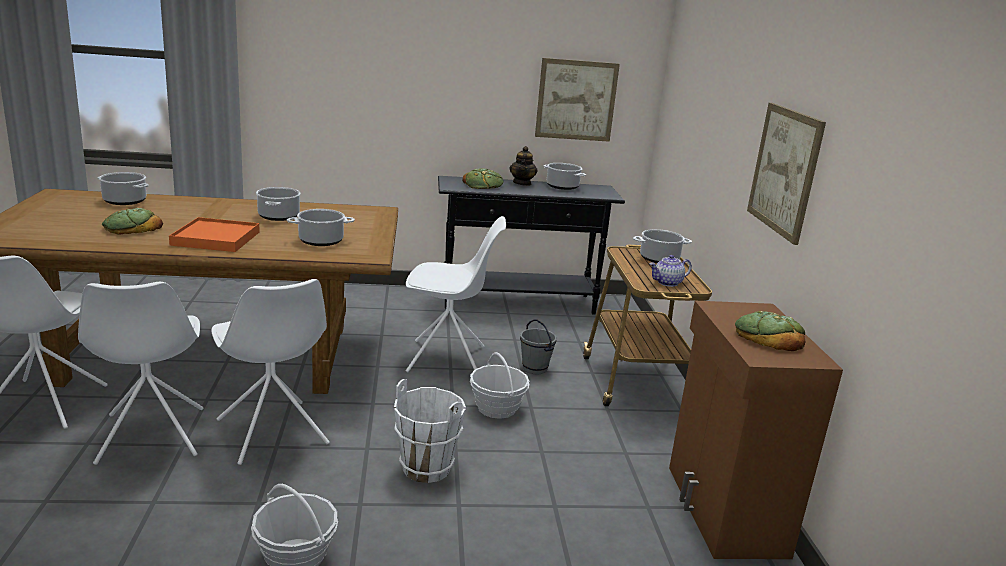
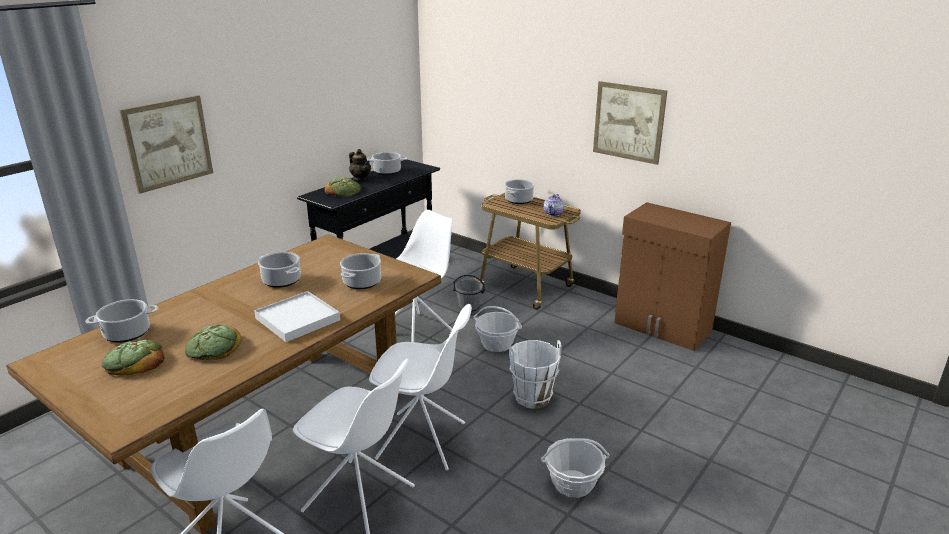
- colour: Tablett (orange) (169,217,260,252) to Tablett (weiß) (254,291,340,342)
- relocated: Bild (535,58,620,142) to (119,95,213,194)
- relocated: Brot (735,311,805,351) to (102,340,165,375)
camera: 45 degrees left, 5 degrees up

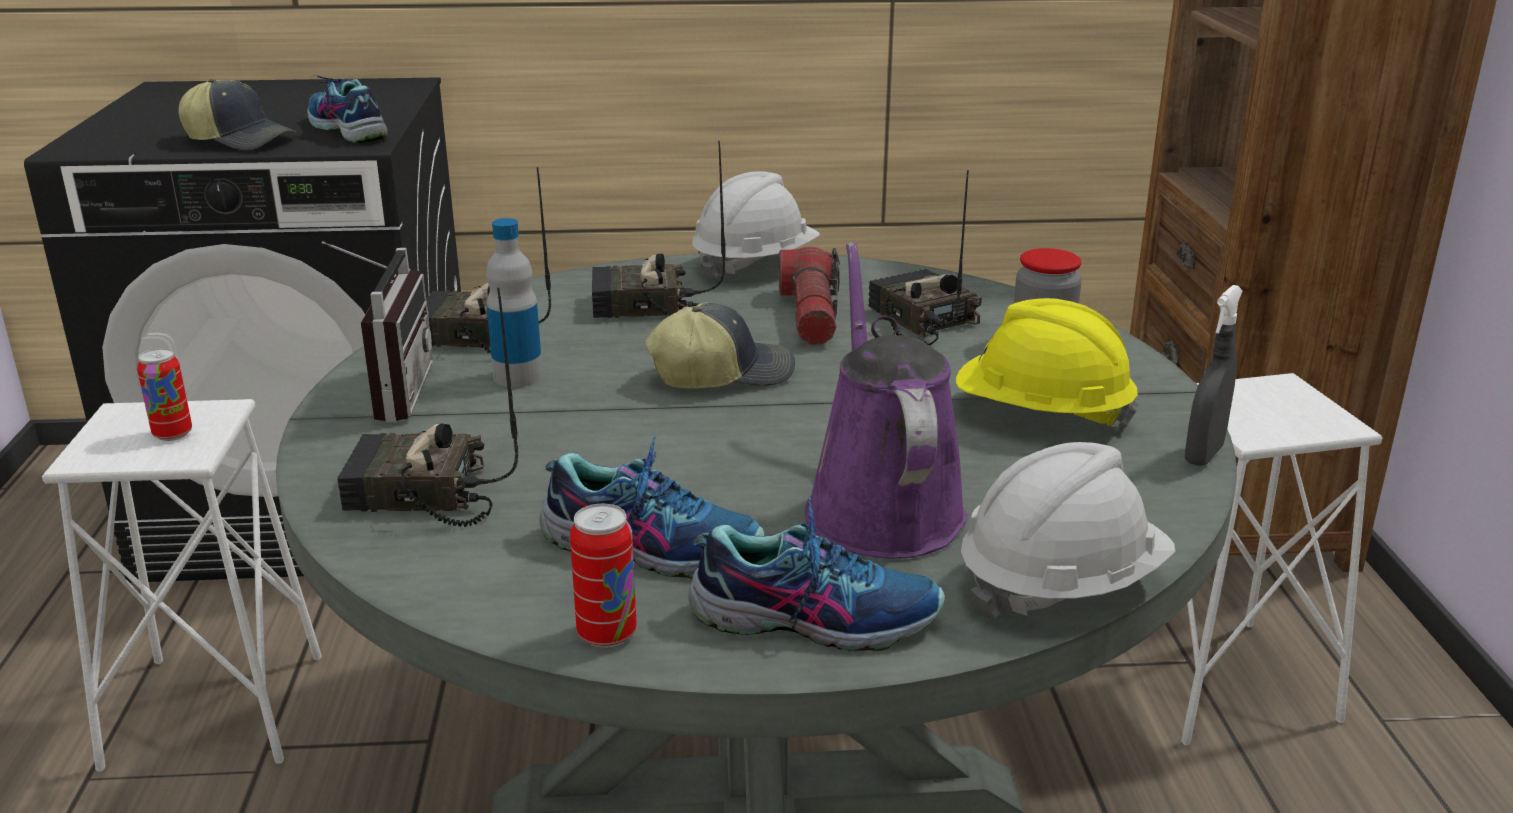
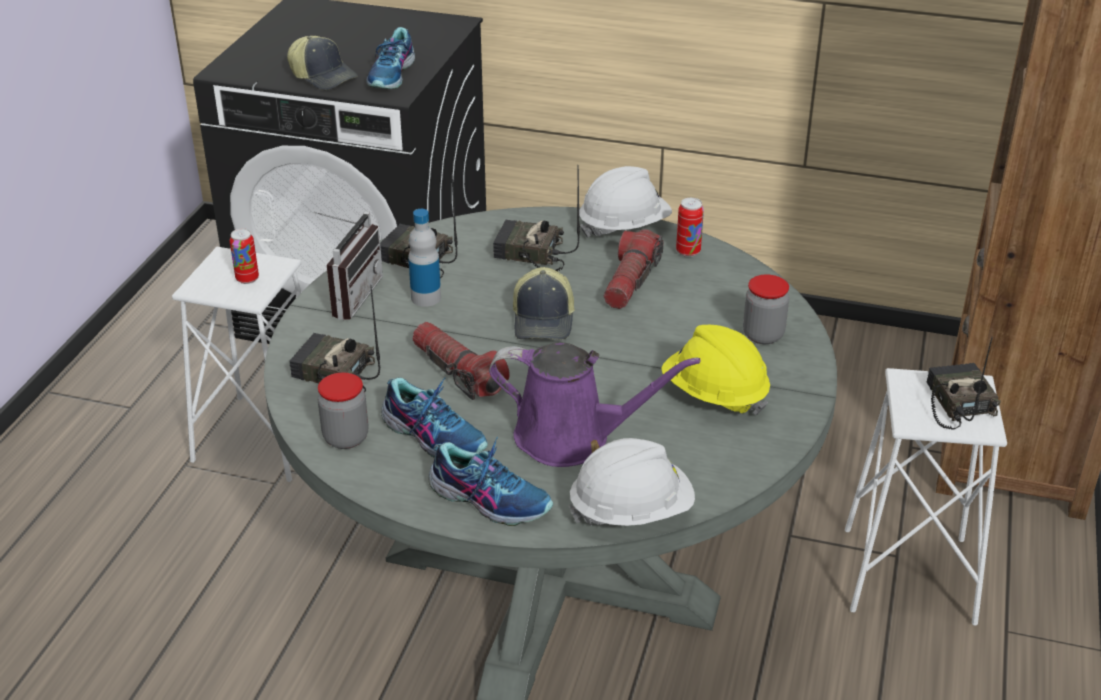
- spun: Schuh (307,76,388,143) = (366,27,415,89) 150 degrees counterclockwise
- relocated: Dose (570,504,637,648) to (676,198,704,257)
- spun: Kappe (645,302,795,389) = (513,267,575,340) 90 degrees clockwise
- spun: Gießkanne (lila) (805,242,967,559) = (489,342,701,467) 90 degrees clockwise
- relocated: Radio (868,170,982,345) to (926,337,1001,430)
- missing: Sprühflasche (grau) (1185,285,1243,466)
- appeared: Vorratsglas (318,372,368,449)
- appeared: Taschenlampe (412,322,509,400)
camera: 20 degrees right, 10 degrees up

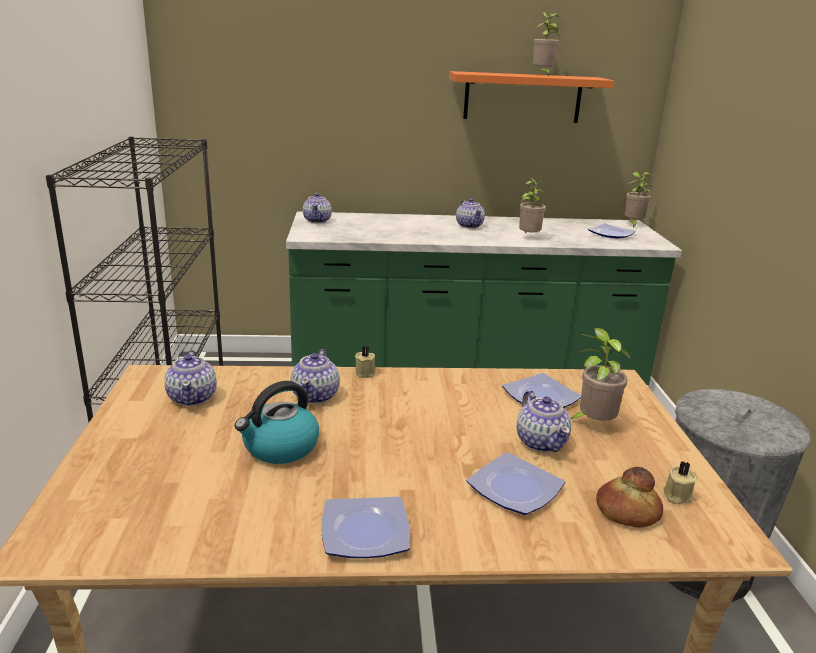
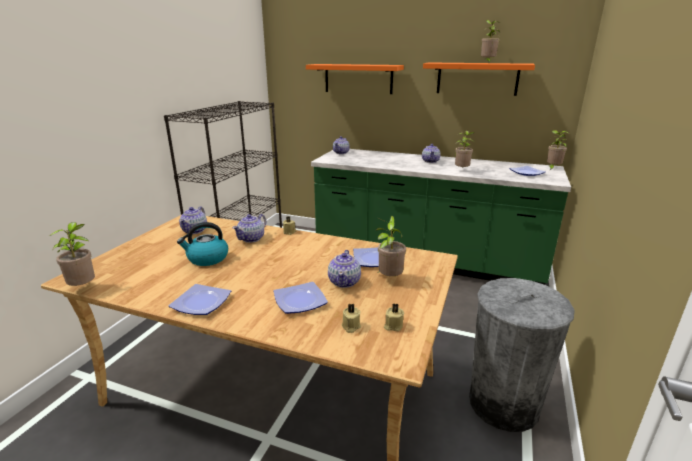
- exchanged: Brot (596,467,663,528) to Kerze (beige) (342,304,361,333)
- appeared: Topfpflanze (49,222,95,286)
- appeared: Wandregal (orange) (306,64,404,94)
camera: 25 degrees right, 0 degrees up

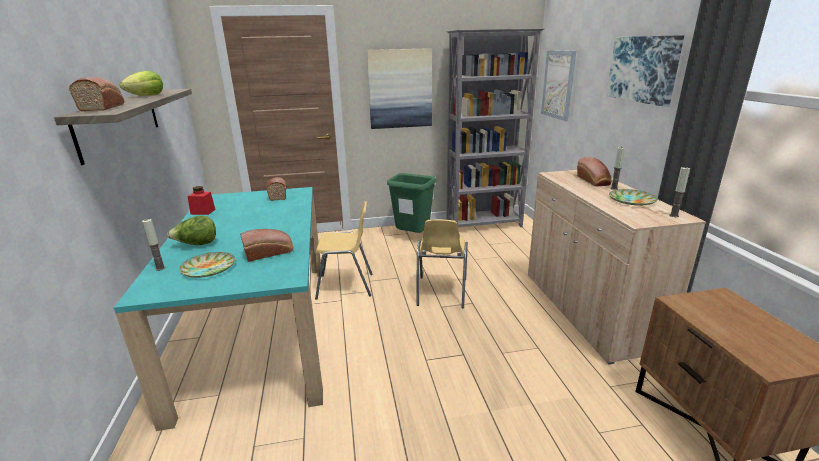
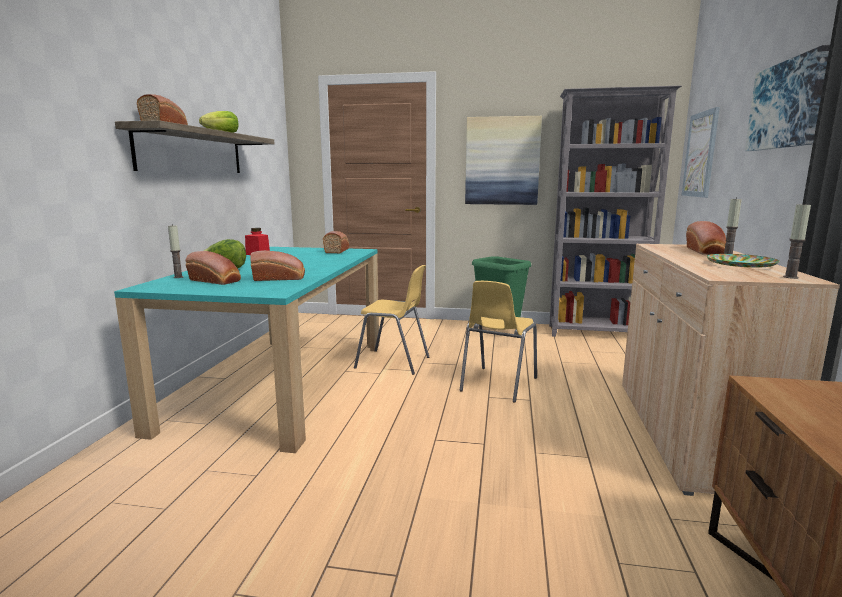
- exchanged: Teller (179,252,235,278) to Brot (185,251,241,285)
camera: 20 degrees right, 10 degrees down

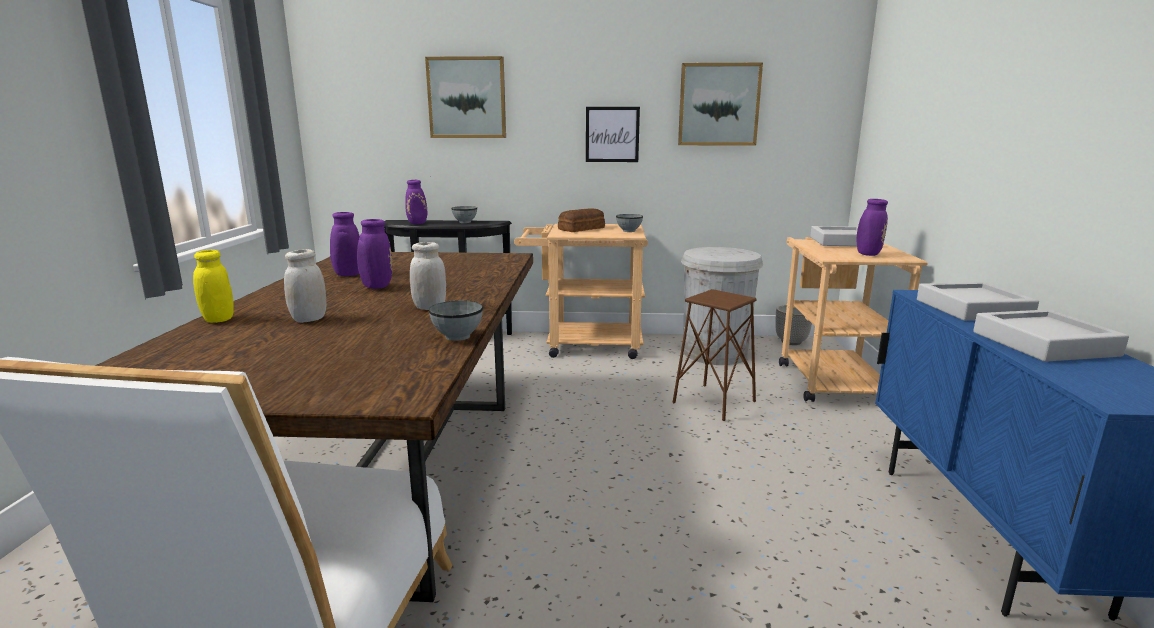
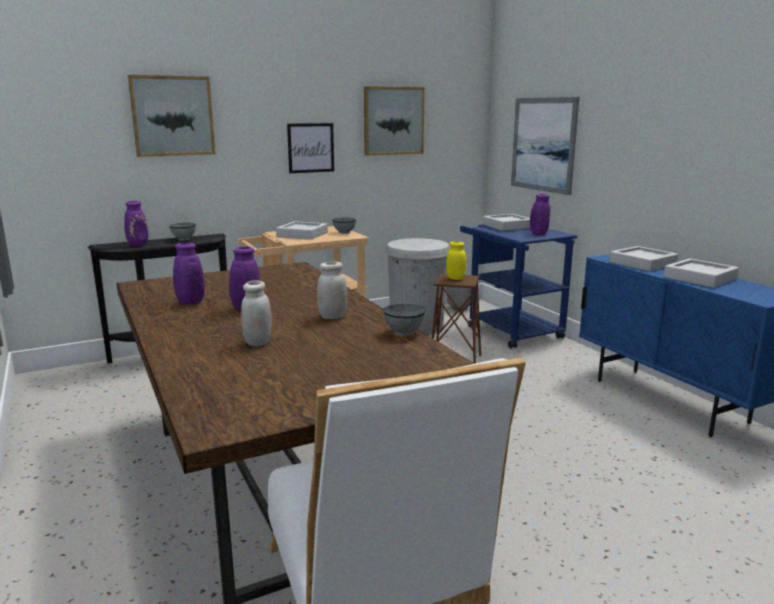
- relocated: Vorratsglas (gelb) (193,250,234,323) to (446,241,466,280)
- exchanged: Brot (558,208,605,232) to Tablett (grau) (276,221,328,240)
- colour: Rollwagen (beige) (779,237,928,402) to Rollwagen (blau) (460,224,577,348)
- appeared: Bild (511,97,579,195)
camera: 30 degrees left, 0 degrees up

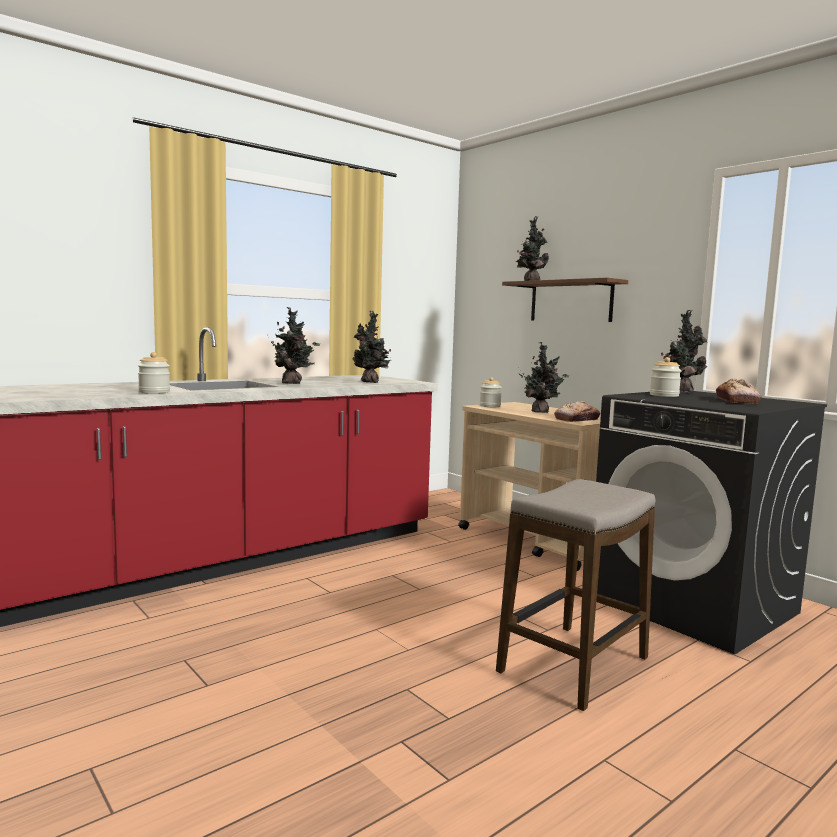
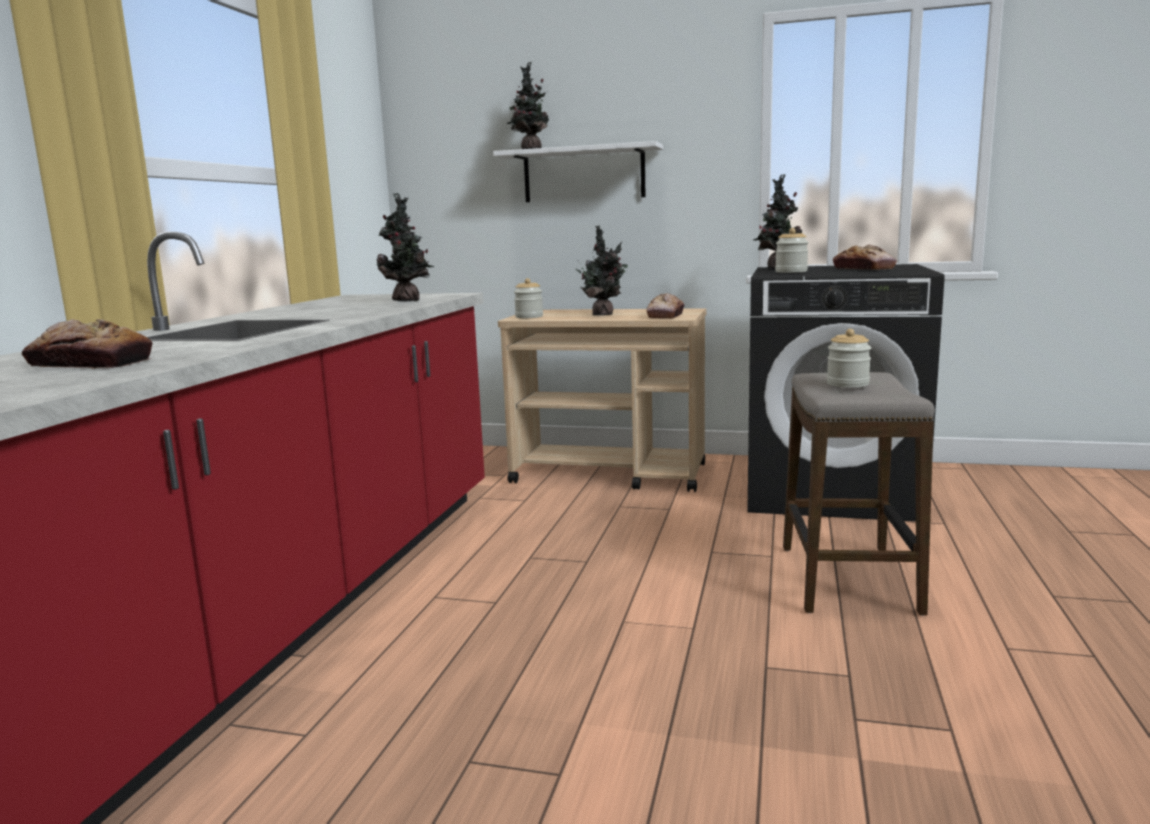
- relocated: Vorratsglas (138,352,170,394) to (827,329,871,388)
- missing: Topfpflanze (271,307,320,384)
- colour: Wandregal (braun) (502,278,628,322) to Wandregal (weiß) (493,141,663,202)
- appeared: Brot (22,319,153,369)
camera: 35 degrees left, 5 degrees up

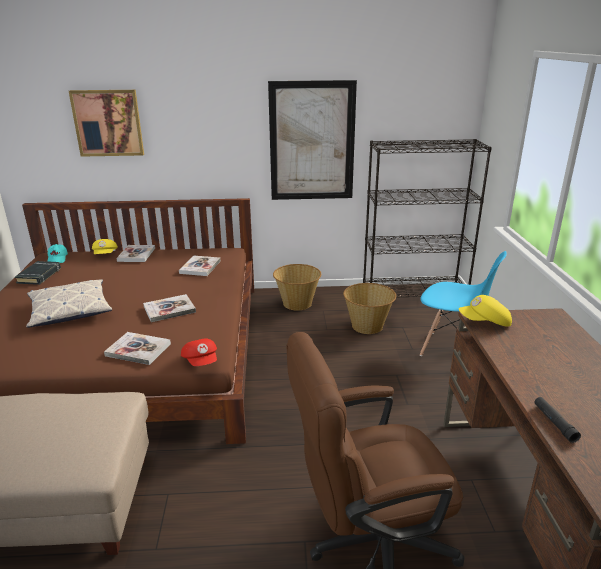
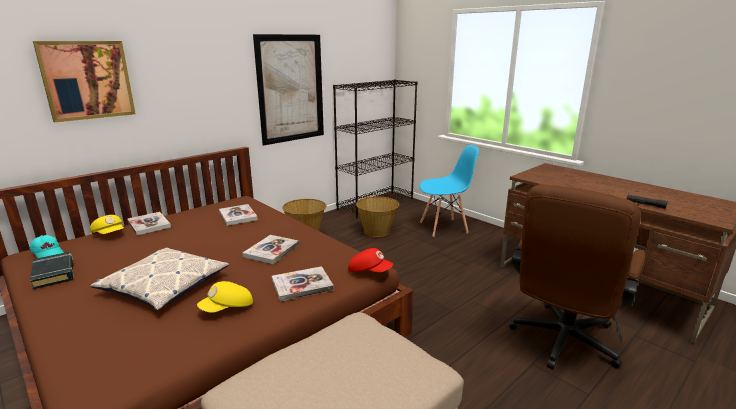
- relocated: Kappe (gelb) (459,295,512,327) to (197,281,253,313)
camera: 40 degrees left, 5 degrees down

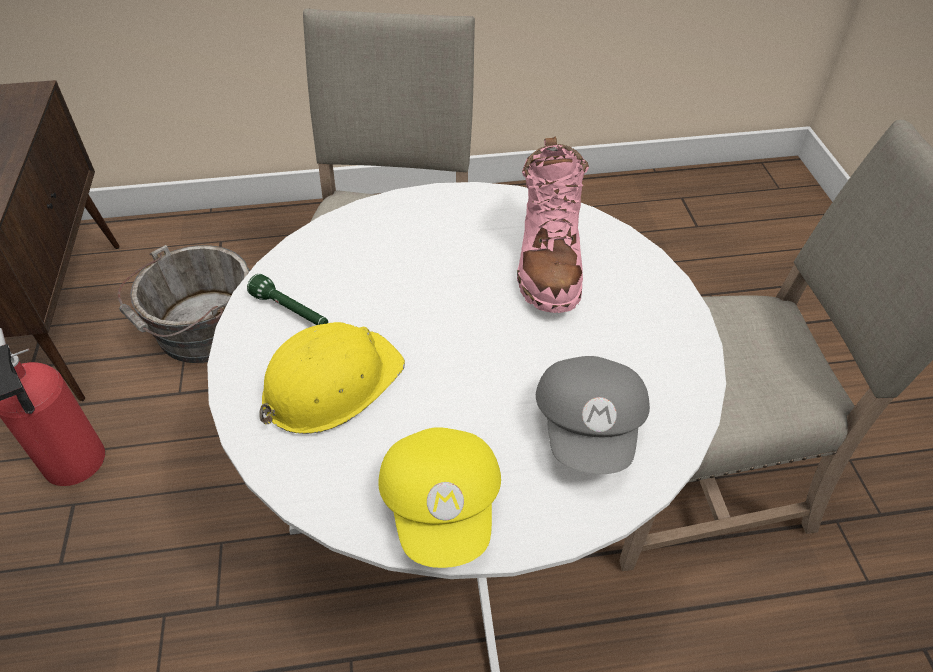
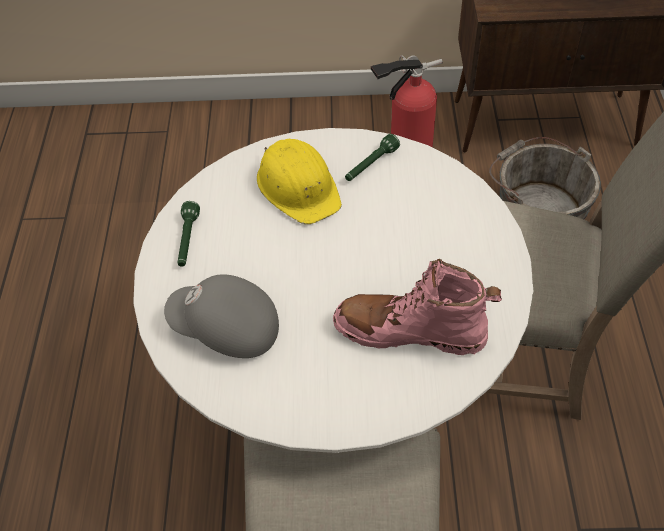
- exchanged: Kappe (gelb) (378,427,501,568) to Taschenlampe (grün) (177,201,200,267)
camera: 100 degrees right, 5 degrees up

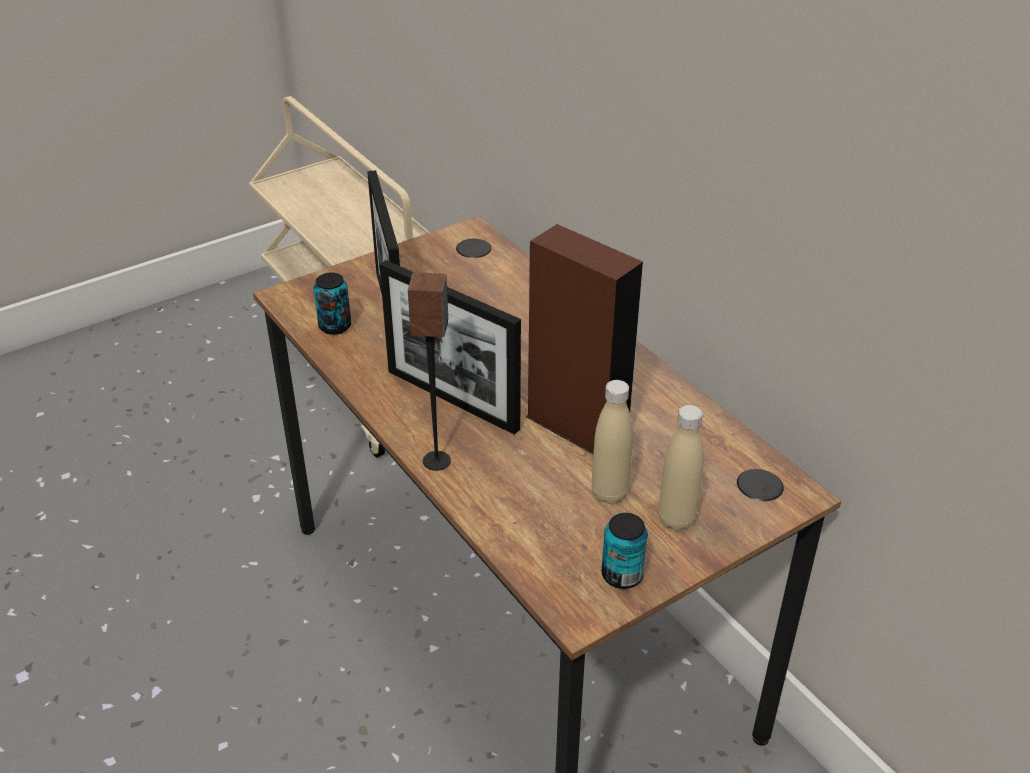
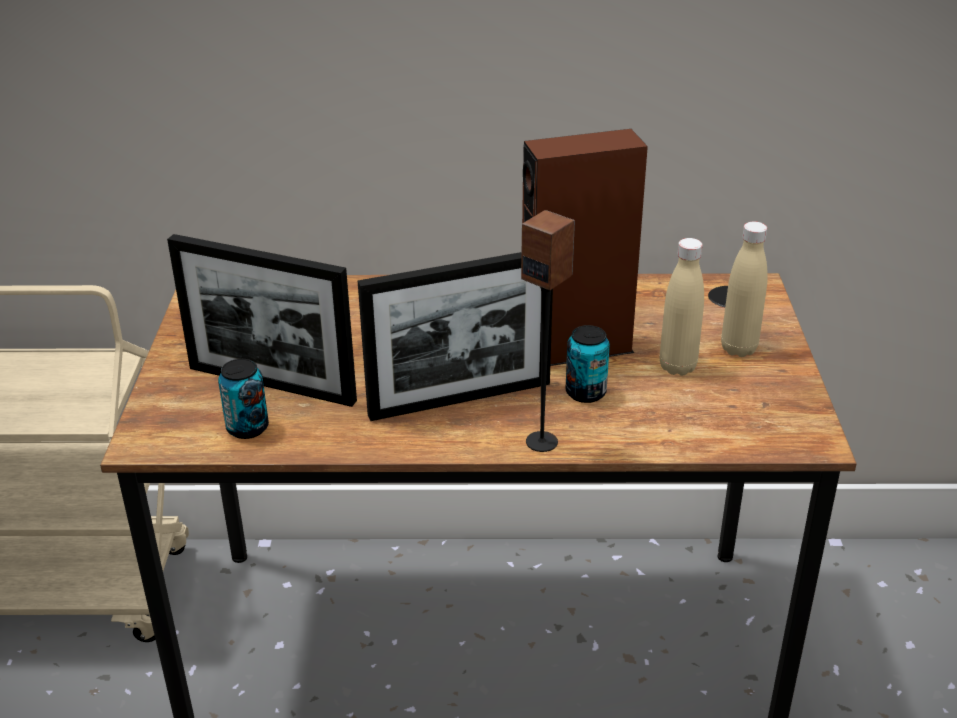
- relocated: Dose (601,513,648,589) to (566,325,610,403)
camera: 55 degrees left, 5 degrees down

